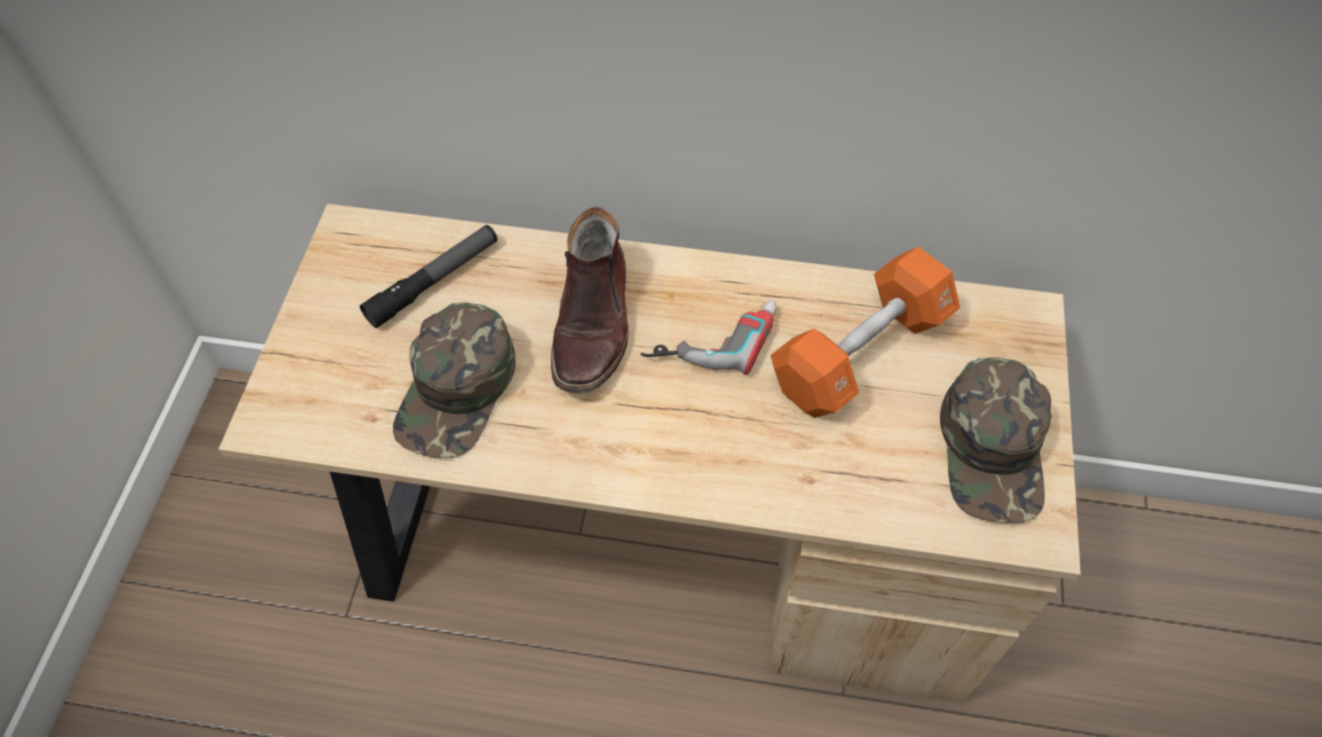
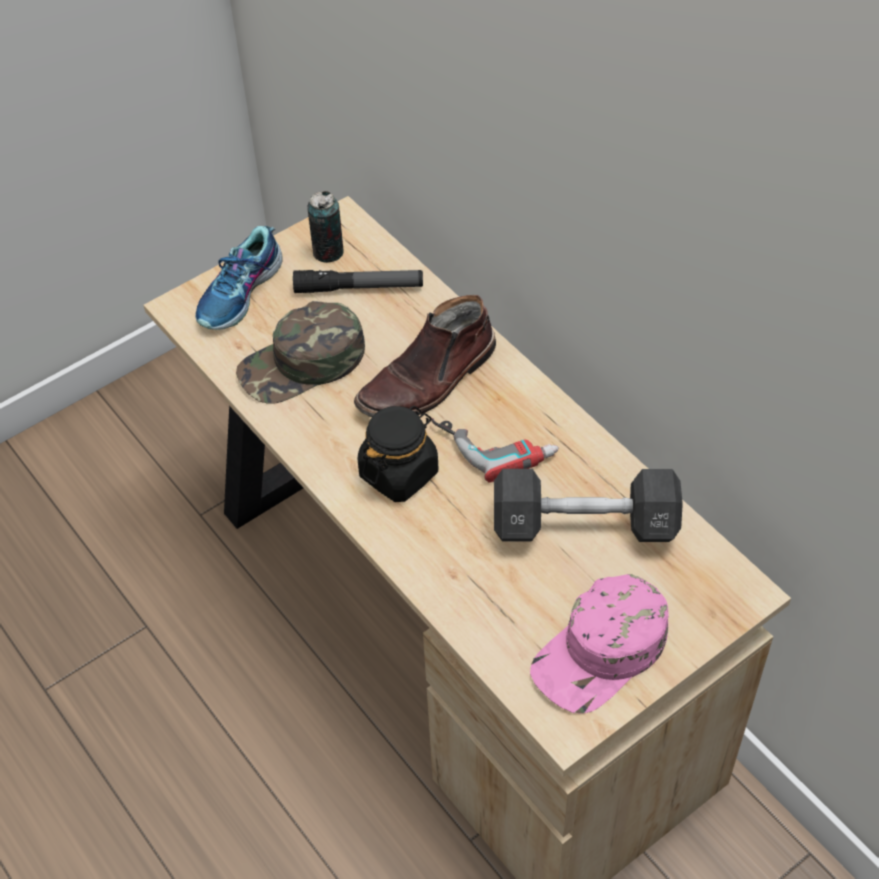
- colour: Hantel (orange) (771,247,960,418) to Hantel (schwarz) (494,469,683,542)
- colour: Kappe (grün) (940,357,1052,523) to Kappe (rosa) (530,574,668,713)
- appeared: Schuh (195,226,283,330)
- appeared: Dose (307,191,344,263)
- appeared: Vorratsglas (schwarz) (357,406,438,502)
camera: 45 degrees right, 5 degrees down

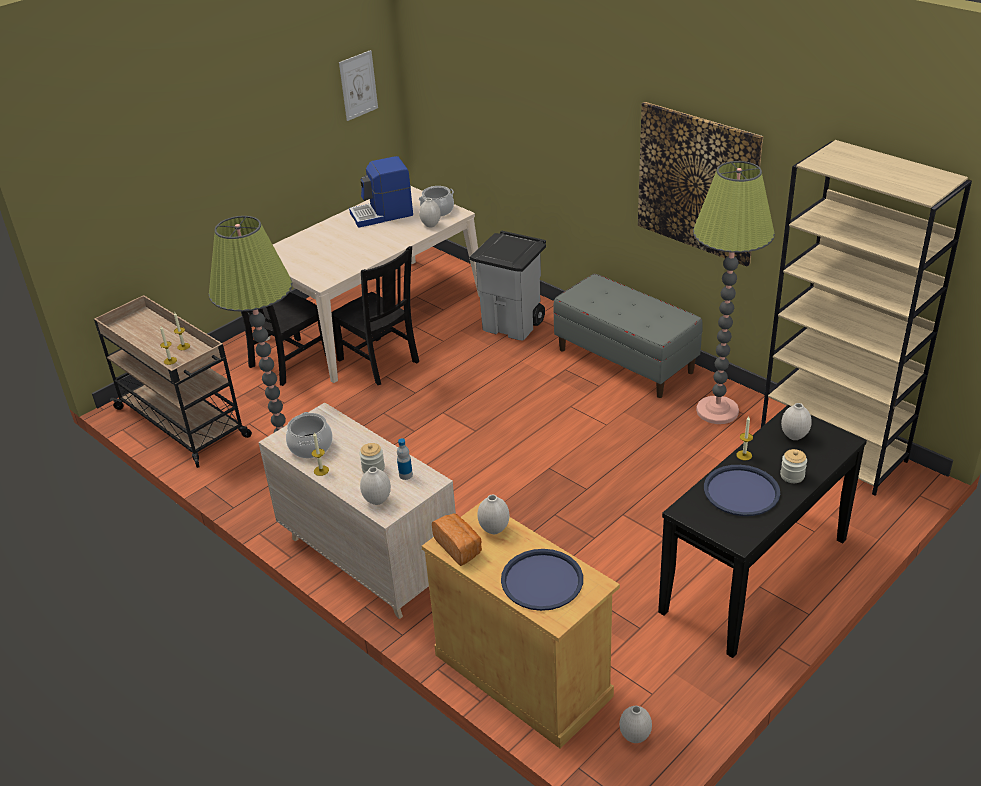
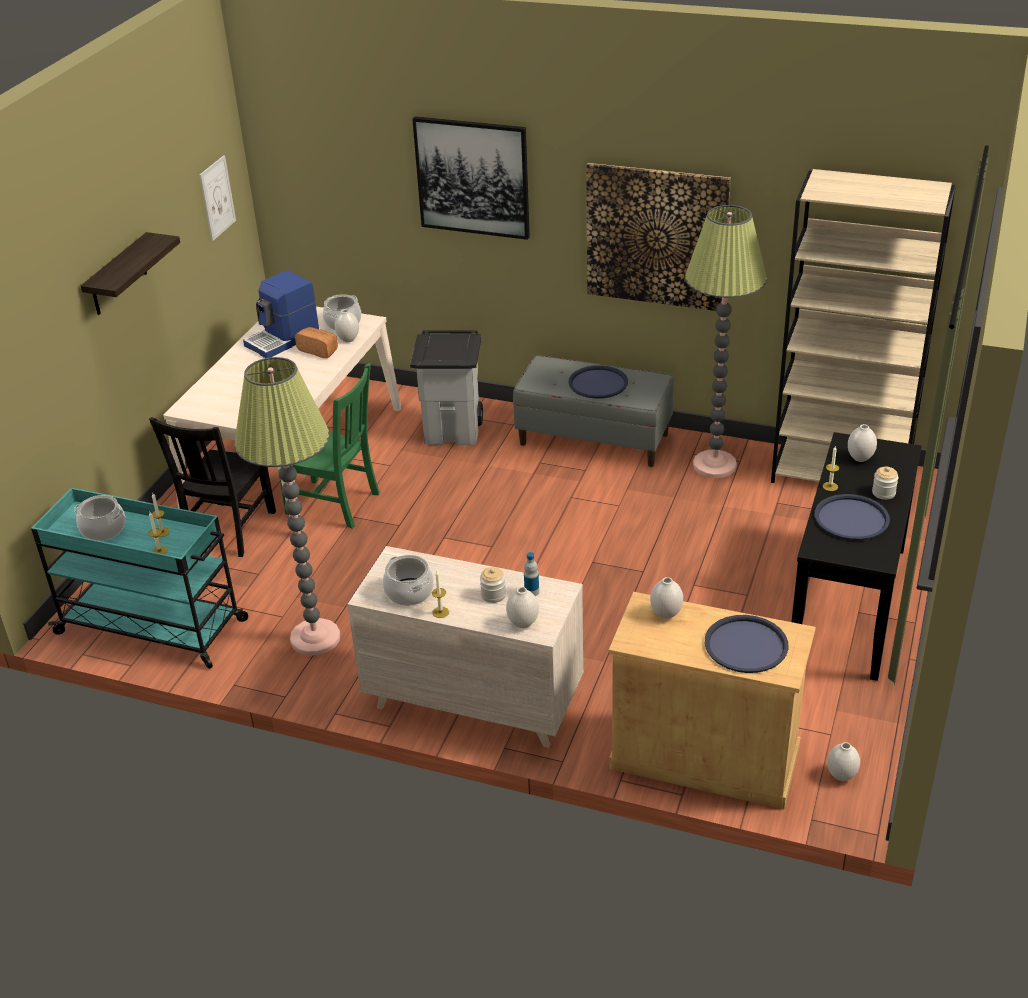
- colour: Rollwagen (beige) (94,295,252,468) to Rollwagen (türkis) (31,488,248,669)
- colour: Stuhl (schwarz) (331,246,419,385) to Stuhl (grün) (278,363,380,528)
- relocated: Brot (432,513,482,566) to (295,327,338,358)
- appeared: Kochtopf (74,495,125,541)
- appeared: Wandregal (81,232,180,315)
- appeared: Bild (412,116,530,240)
- appeared: Tablett (blau) (569,365,628,399)
camera: 25 degrees left, 0 degrees up

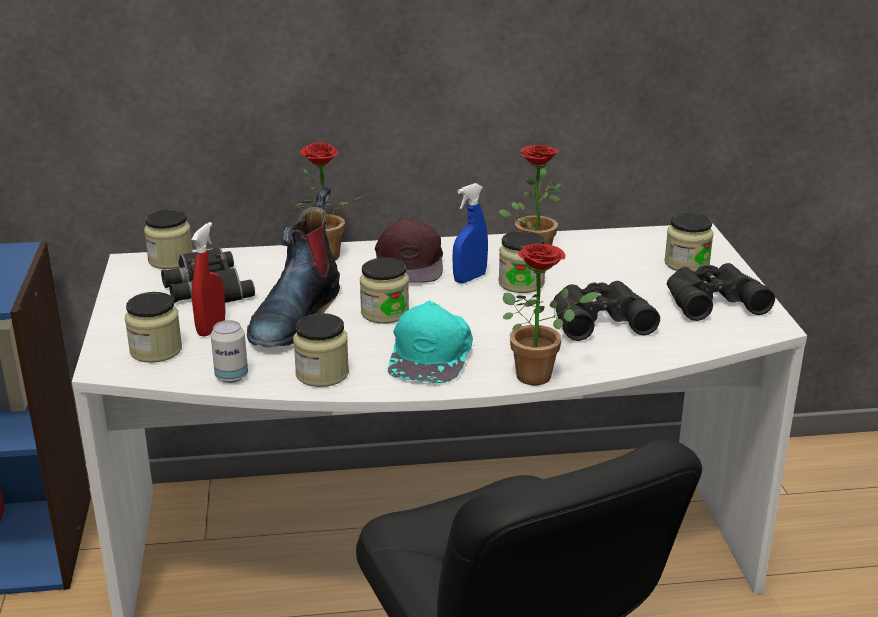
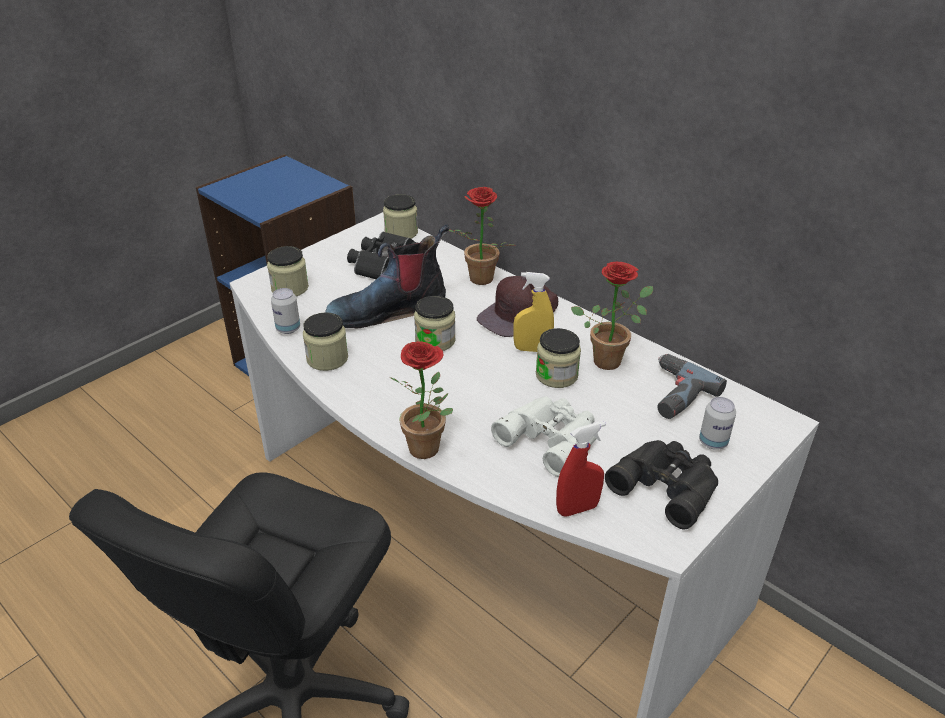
- relocated: Sprühflasche (rot) (191,222,226,337) to (556,421,606,517)
- missing: Kappe (türkis) (388,301,473,383)
- colour: Sprühflasche (blau) (452,183,488,283) to Sprühflasche (gelb) (513,272,554,352)
- colour: Fernglas (schwarz) (554,281,660,341) to Fernglas (weiß) (491,396,597,477)
- exchanged: Vorratsglas (664,213,714,272) to Dose (699,397,736,449)
- appeared: Bohrmaschine (657,354,727,419)
camera: 50 degrees right, 10 degrees up

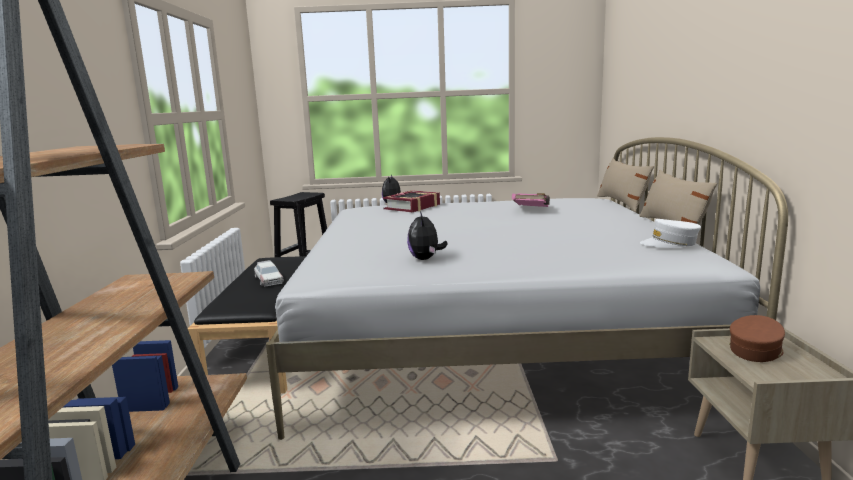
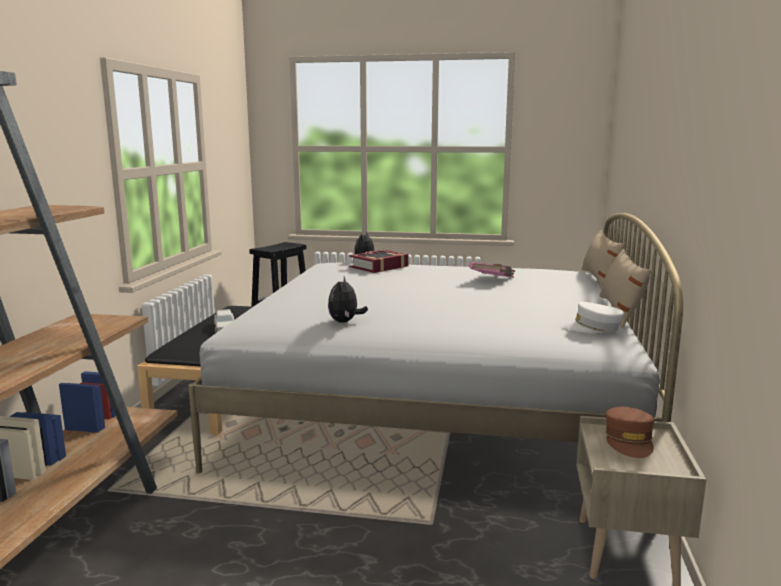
- spun: Kappe (braun) (729,315,785,362) = (605,407,655,458) 135 degrees clockwise
camera: 10 degrees right, 0 degrees up

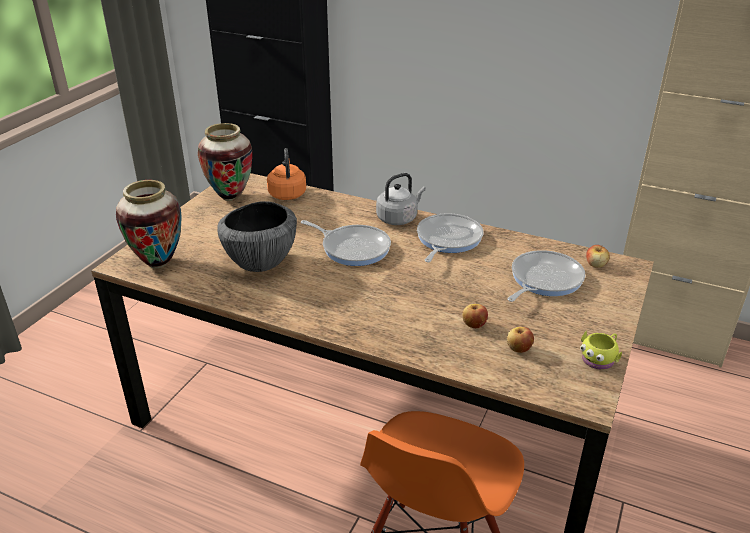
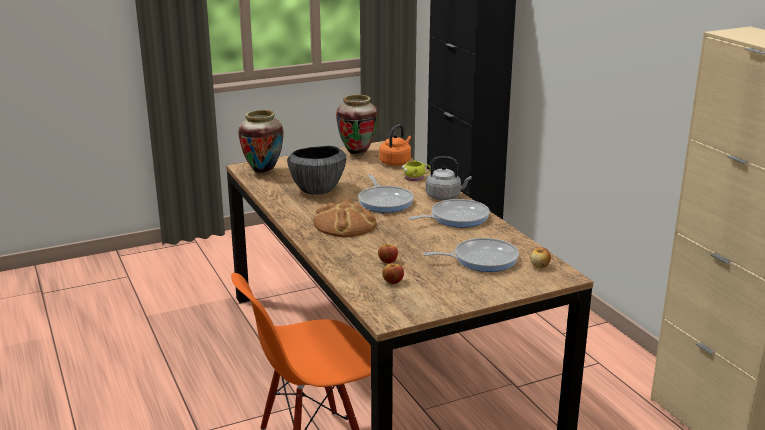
- relocated: Henkelbecher (gelb) (580,331,622,370) to (402,160,430,181)
- appeared: Brot (313,199,377,238)
camera: 40 degrees right, 10 degrees down

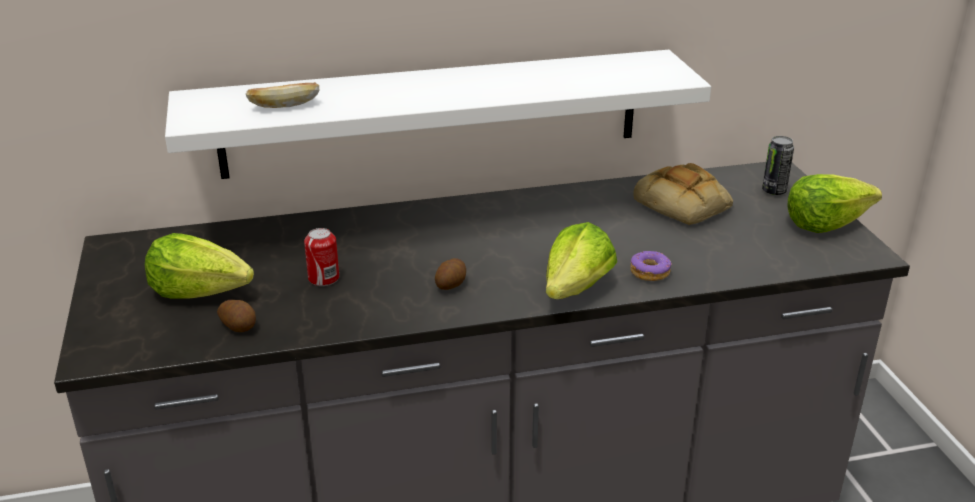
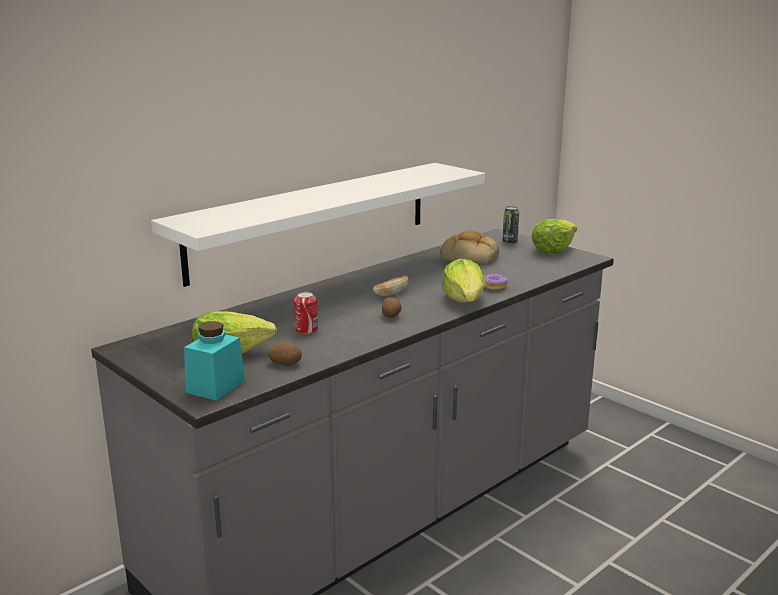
- relocated: Brot (246,82,319,108) to (373,276,409,296)
- appeared: Vorratsglas (türkis) (184,321,245,401)
camera: 30 degrees left, 10 degrees down

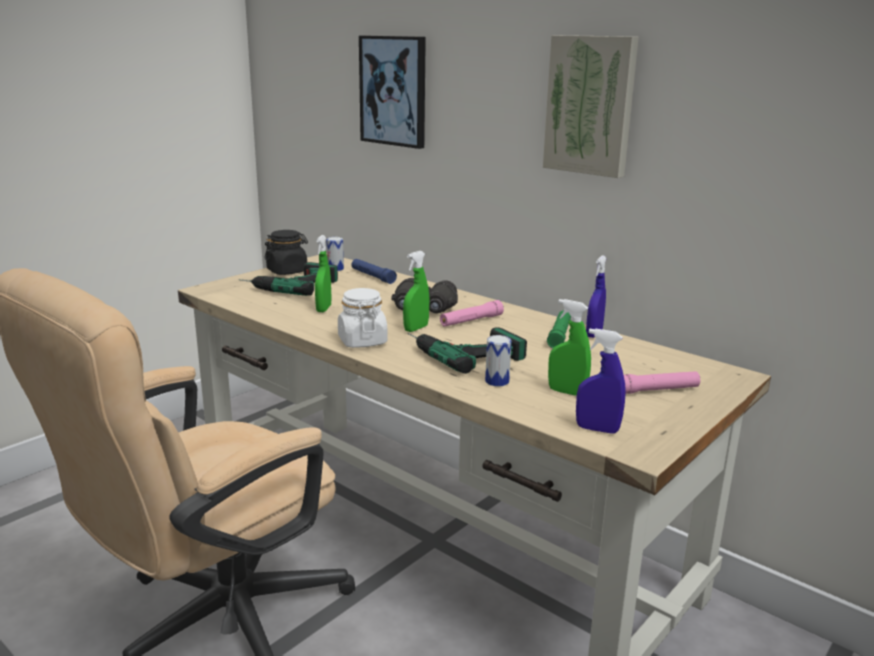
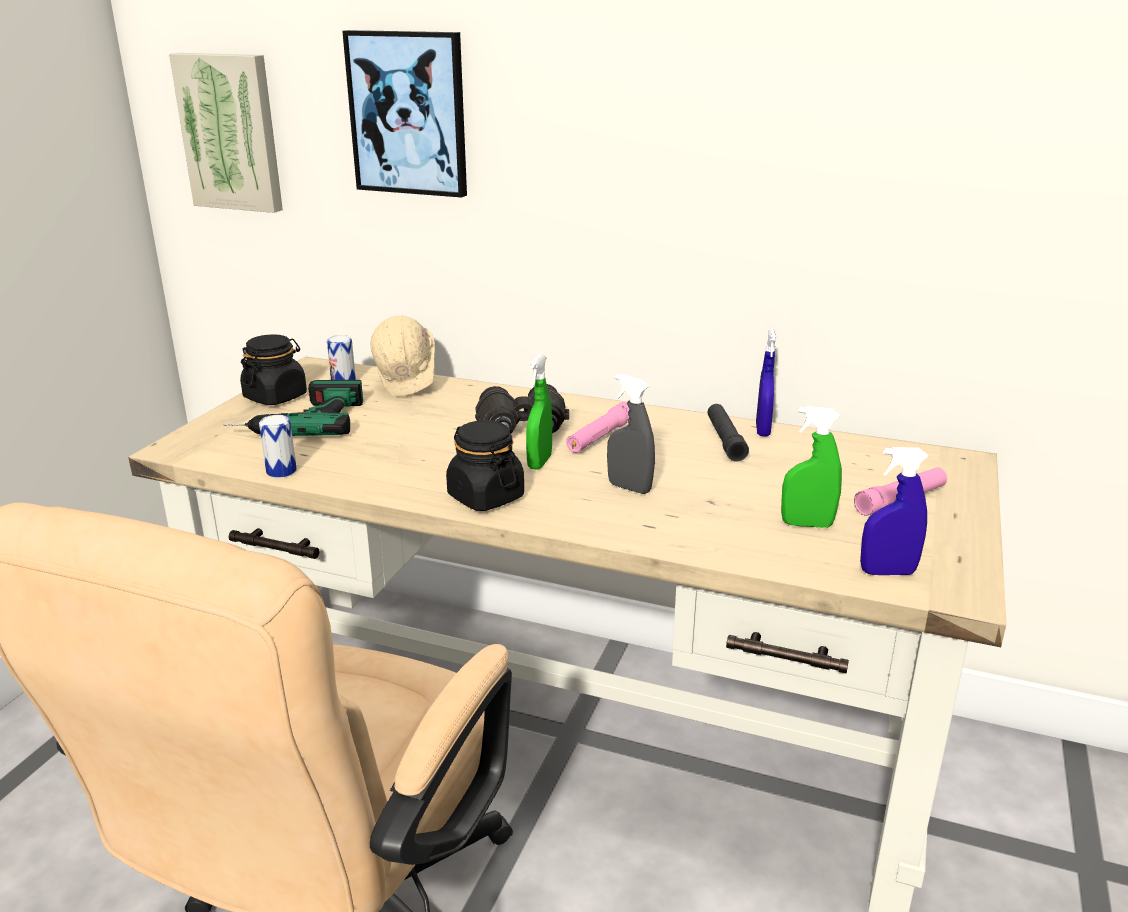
- missing: Sprühflasche (grün) (315,235,331,312)
- colour: Vorratsglas (weiß) (338,288,388,348) to Vorratsglas (schwarz) (446,420,524,511)
- exchanged: Taschenlampe (blau) (352,259,397,284) to Schutzhelm (beige) (371,316,435,397)
- exchanged: Bohrmaschine (408,328,527,374) to Sprühflasche (grau) (607,374,655,494)
- relocated: Dose (485,335,512,387) to (259,415,297,478)
- relocated: Bild (543,35,639,178) to (169,53,283,213)
- colour: Taschenlampe (grün) (547,310,571,348) to Taschenlampe (schwarz) (708,404,749,462)
camera: 20 degrees left, 5 degrees up

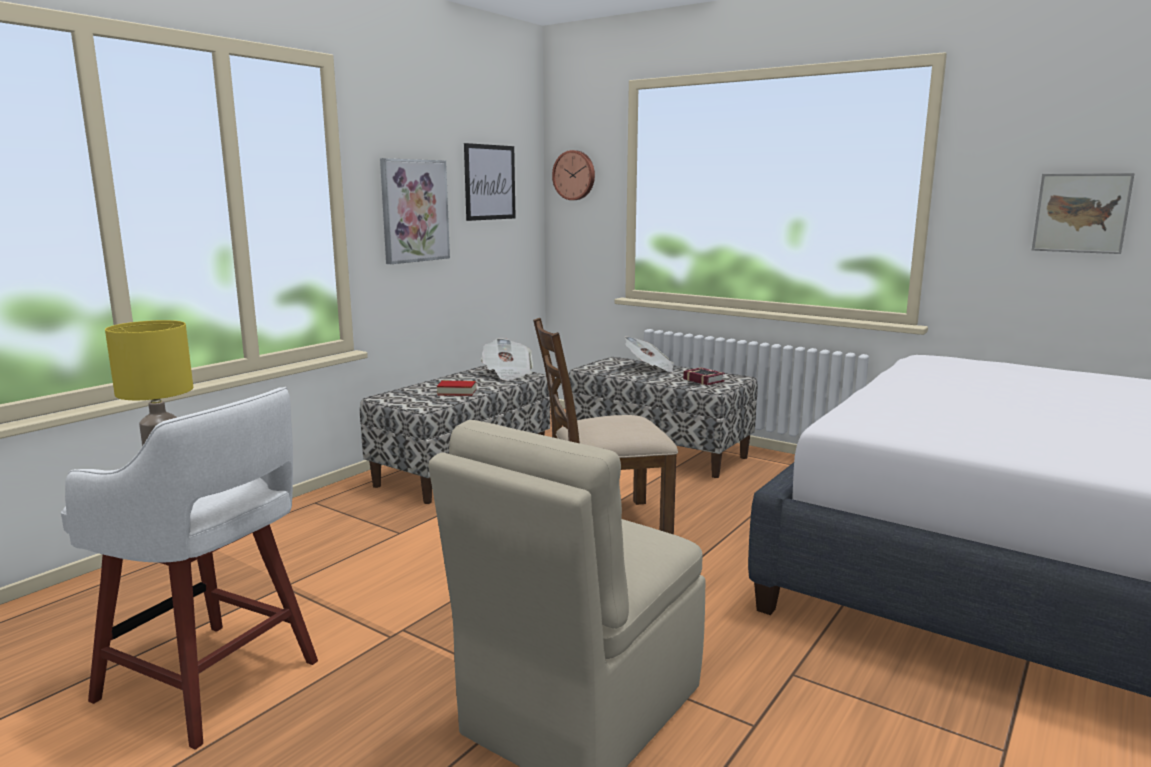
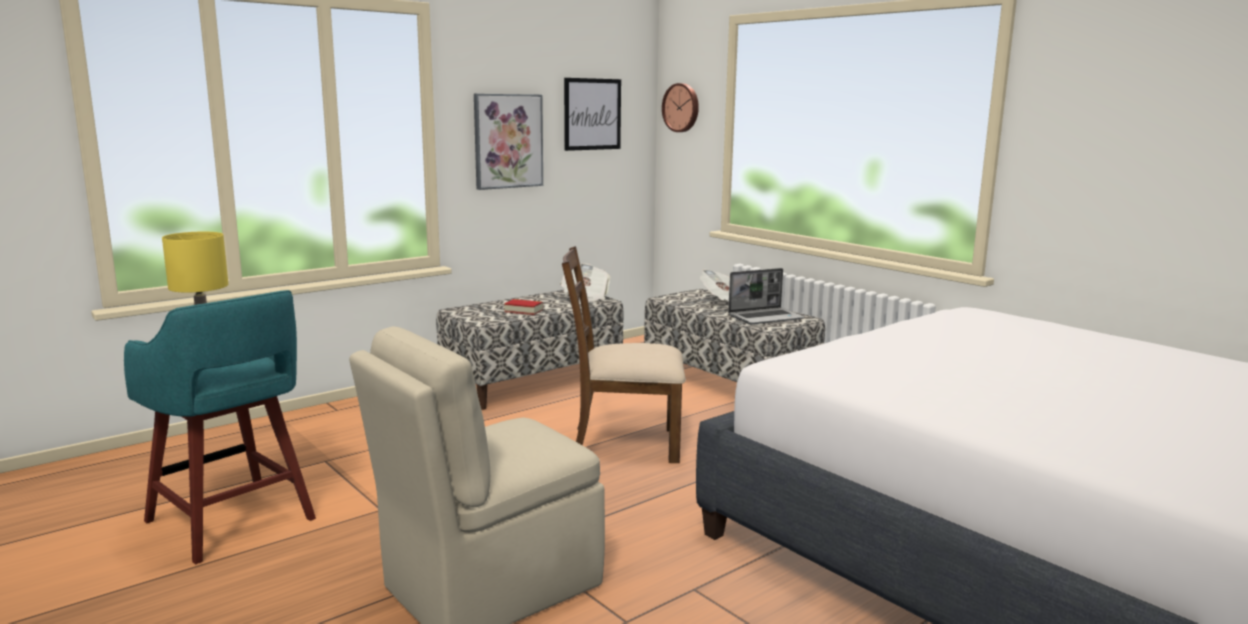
- colour: Hocker (weiß) (61,387,318,750) to Hocker (türkis) (124,290,316,564)
- exchanged: Buch (683,367,725,385) to Laptop (728,268,804,324)
- missing: Bild (1032,173,1135,254)
camera: 15 degrees right, 0 degrees up

